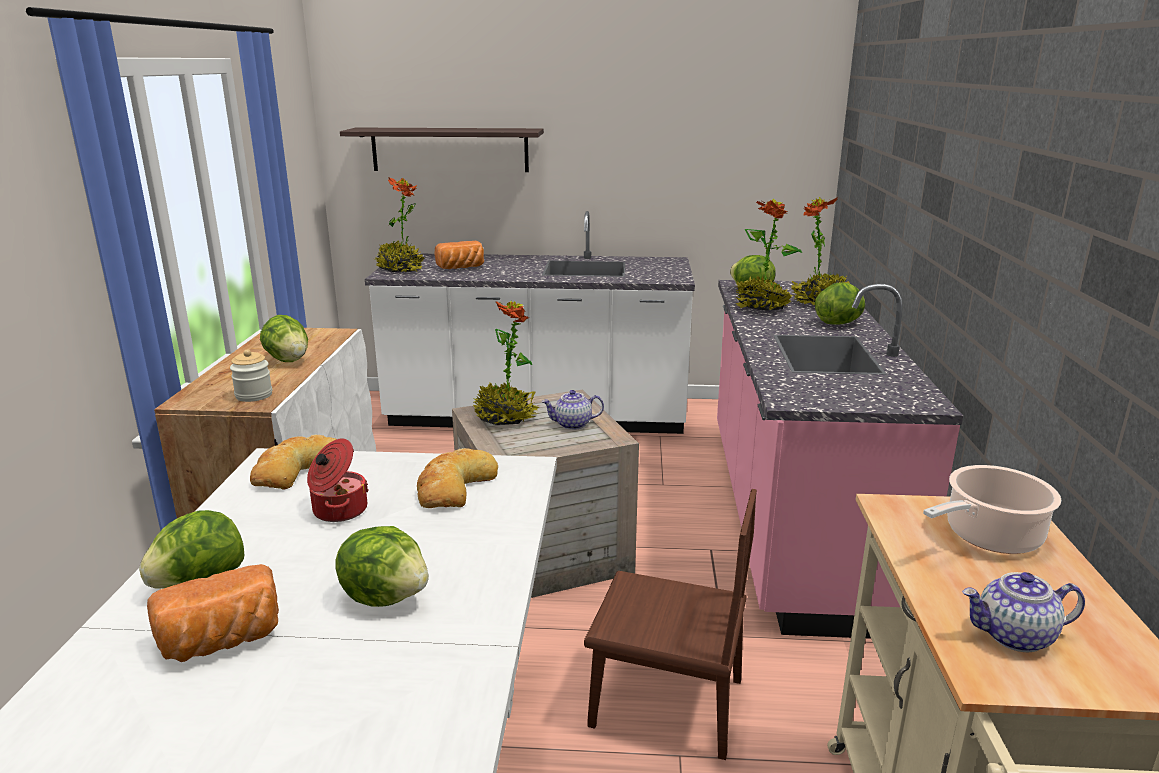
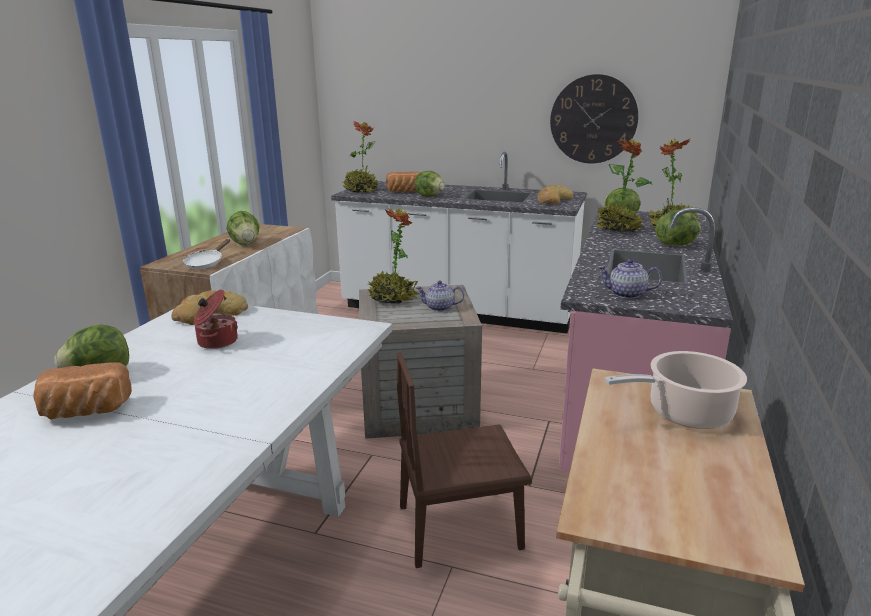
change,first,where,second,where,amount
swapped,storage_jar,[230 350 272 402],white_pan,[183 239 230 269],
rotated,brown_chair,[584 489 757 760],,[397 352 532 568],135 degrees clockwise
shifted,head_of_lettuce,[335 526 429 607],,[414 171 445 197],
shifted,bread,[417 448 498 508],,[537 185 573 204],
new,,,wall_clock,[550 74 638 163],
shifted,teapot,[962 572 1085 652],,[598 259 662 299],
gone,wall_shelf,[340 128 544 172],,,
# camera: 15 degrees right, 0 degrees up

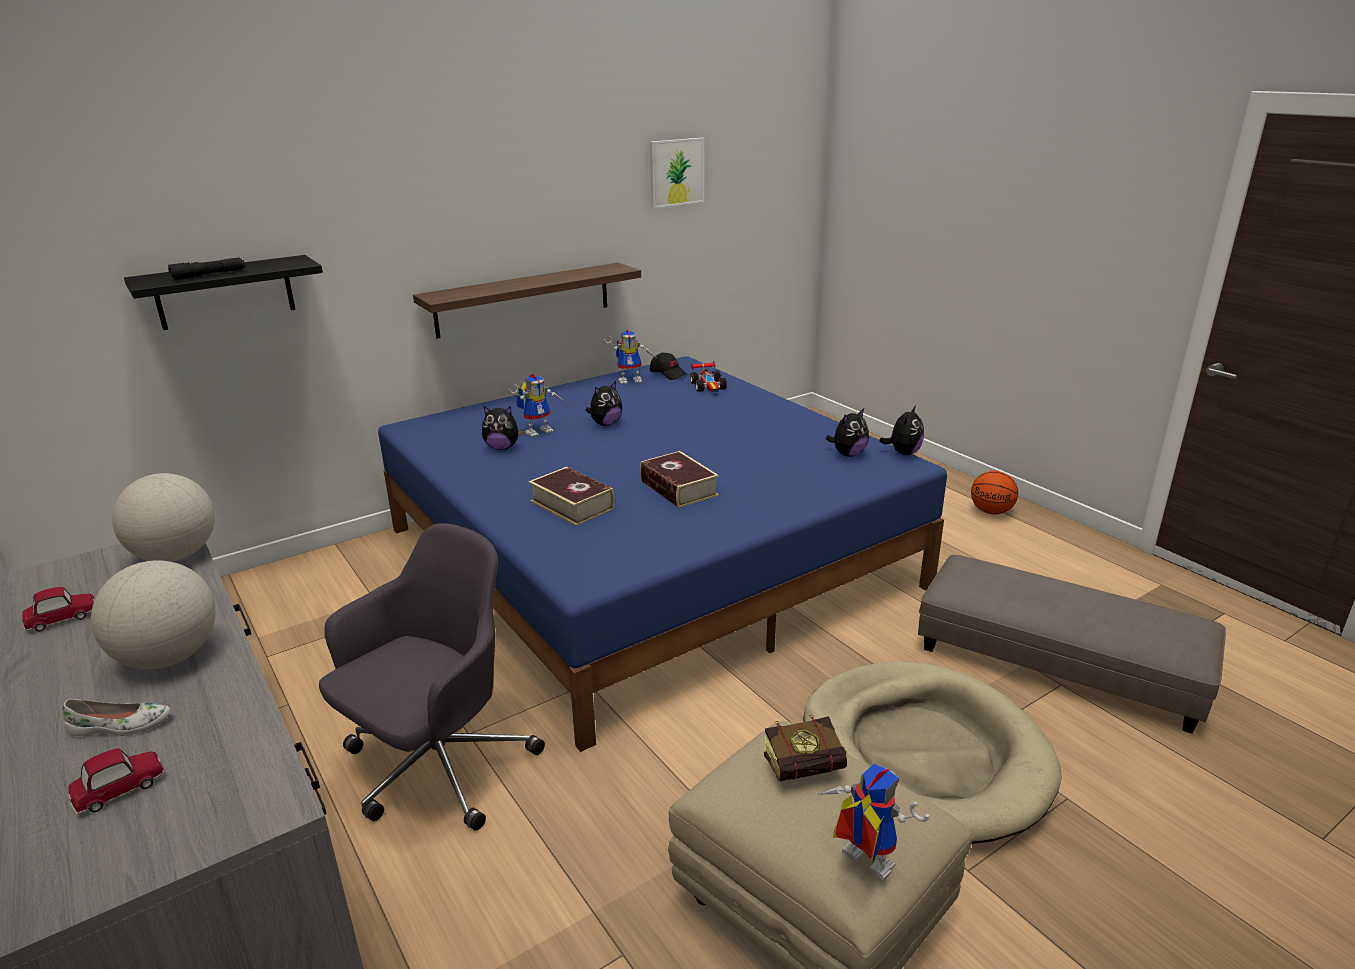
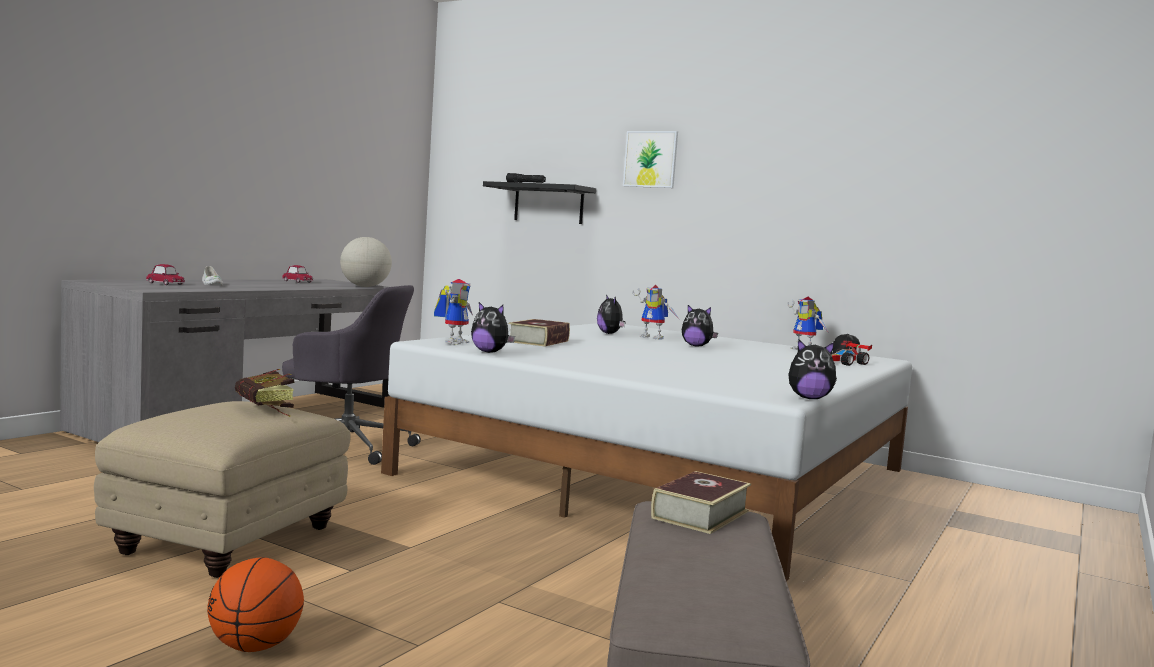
change,first,where,second,where,amount
shifted,basketball_ball,[971 471 1018 514],,[207 557 304 652],
repainted,bluish_bed,[378 356 947 752],white_bed,[381 323 912 582],
shifted,robot_figure,[817 764 929 880],,[434 279 473 345],
shifted,plush_toy,[826 408 869 457],,[471 302 515 353],
shifted,wall_picture,[650 138 704 208],,[623 131 678 188],
shifted,volume,[640 451 719 508],,[651 471 751 534],
gone,world_globe,[91 560 216 669],,,
gone,wall_shelf,[413 263 641 339],,,
gone,beige_pet_bed,[803 661 1062 844],,,
# camera: 65 degrees right, 20 degrees down

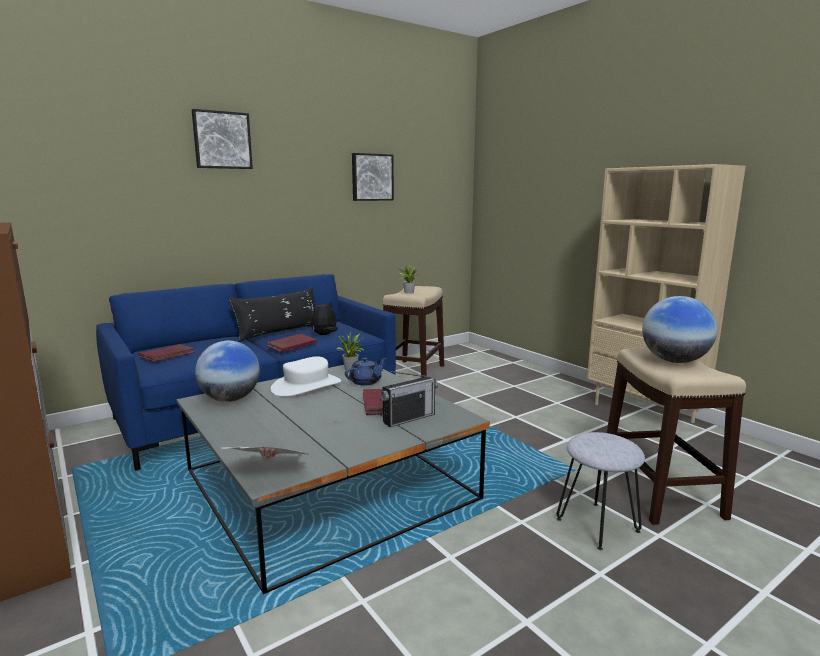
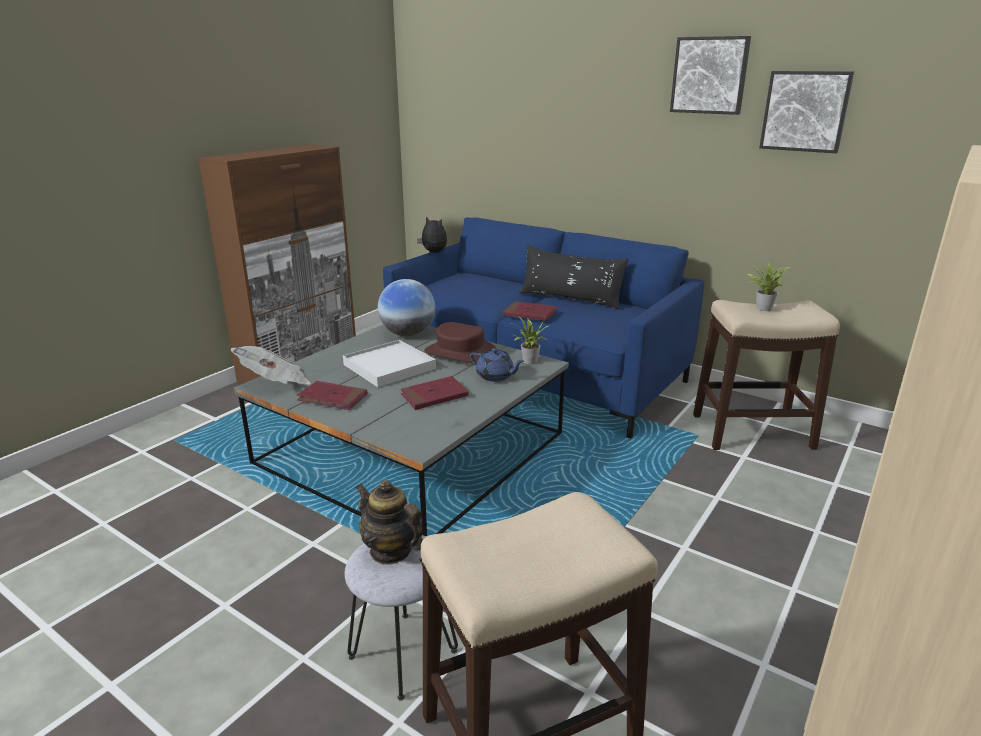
change,first,where,second,where,amount
shifted,reddish_volume,[138 344 195 362],,[297 381 367 410],
new,,,white_tray,[343 340 436 387],
new,,,teapot,[356 480 423 565],
shifted,plush_toy,[310 302 338 335],,[417 216 447 253],
repainted,white_wearable_hat,[271 356 341 397],brown_wearable_hat,[425 322 496 364],
shifted,wall_picture,[192 109 253 169],,[670 36 751 115],
gone,radio,[381 371 438 427],,,
gone,world_globe,[642 296 717 363],,,
# camera: 70 degrees right, 10 degrees up

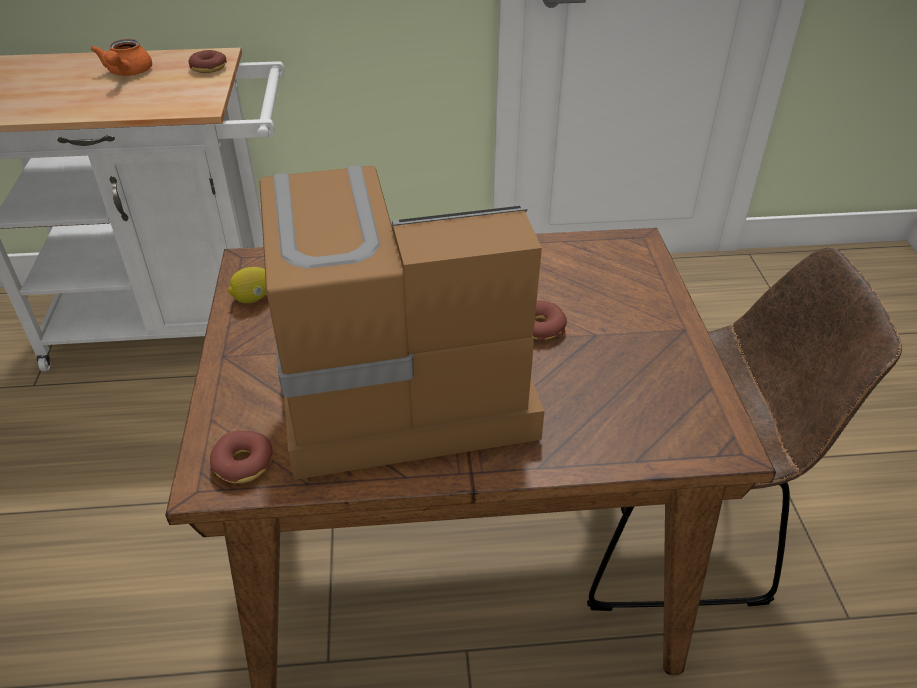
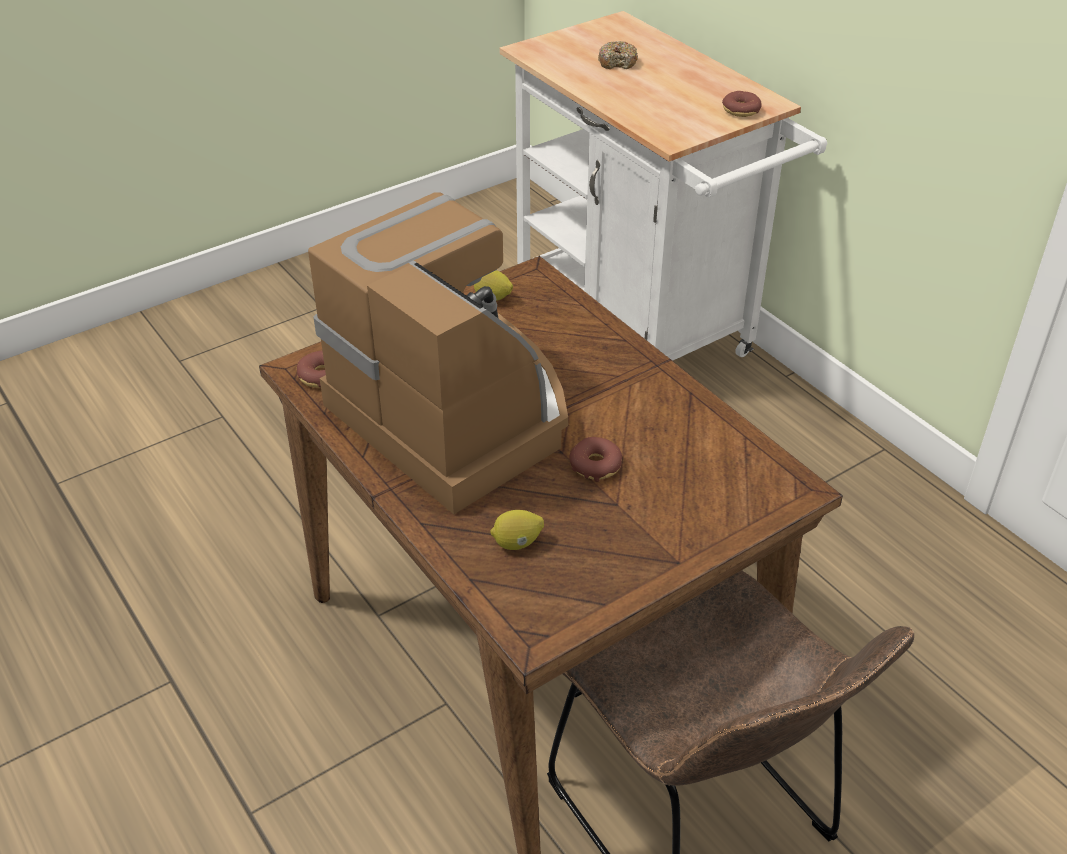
change,first,where,second,where,amount
new,,,lemon,[490 510 544 550],
new,,,doughnut,[598 41 638 69],
gone,orange_teapot,[91 39 152 76],,,
# camera: 60 degrees right, 0 degrees up

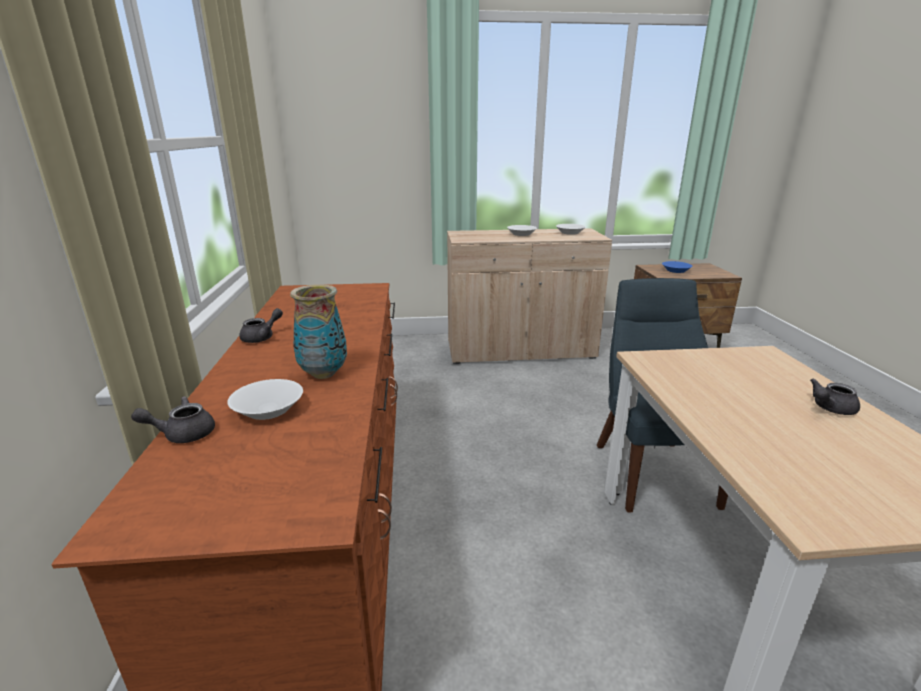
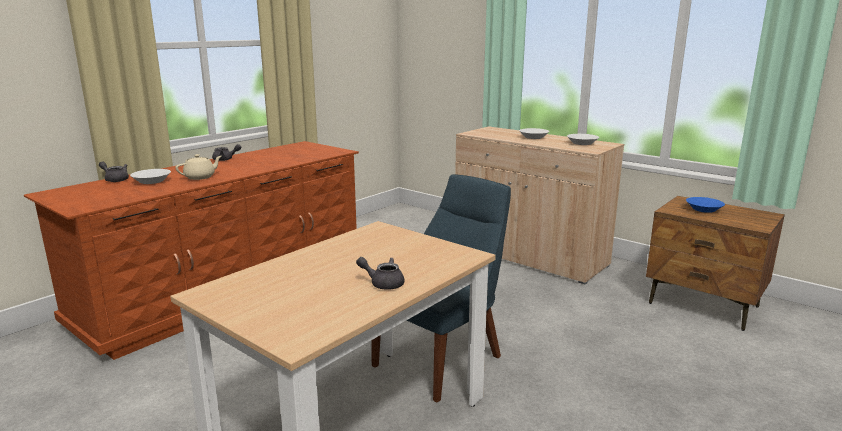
change,first,where,second,where,amount
swapped,vase,[290 284 347 379],beige_teapot,[175 154 221 180],
# camera: 45 degrees right, 5 degrees down

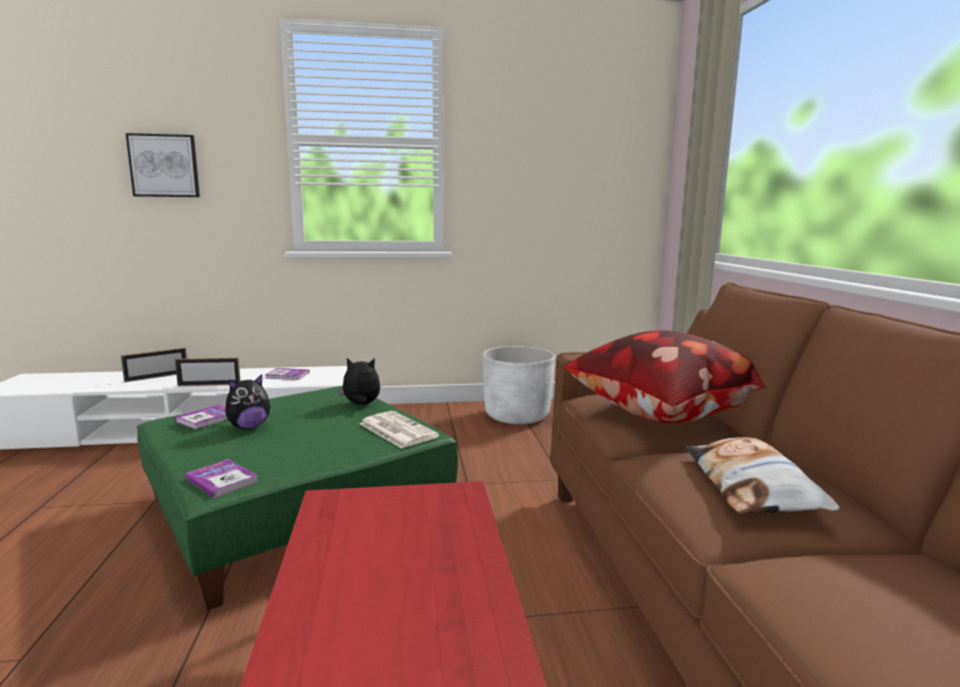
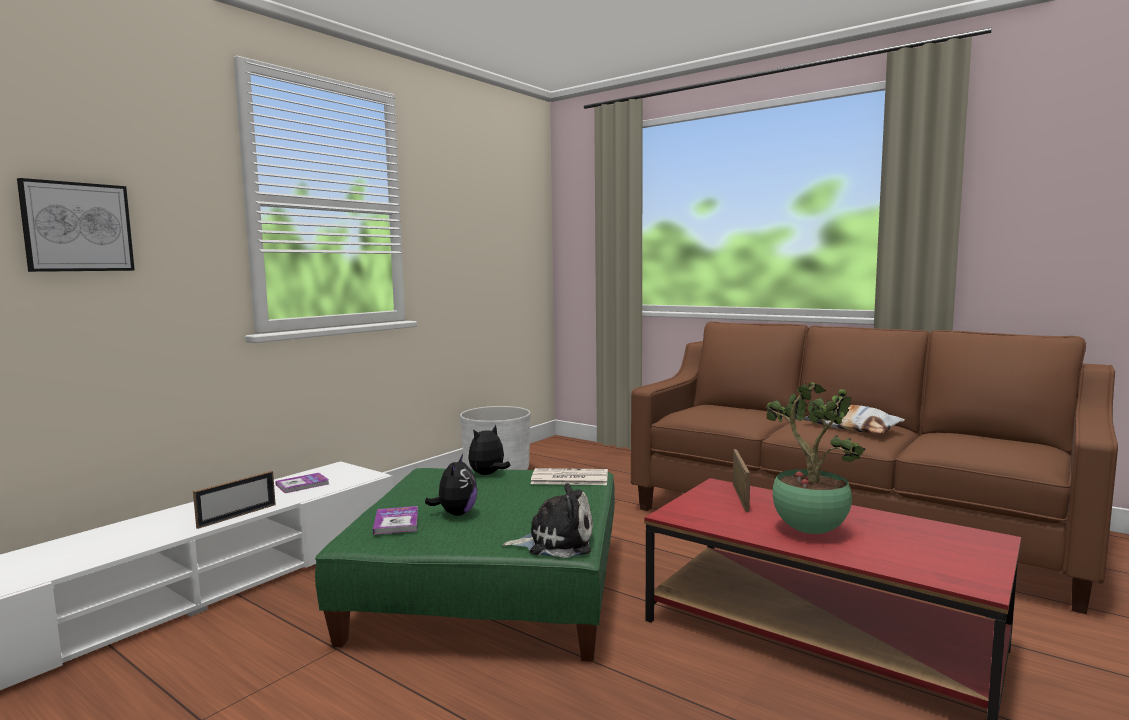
change,first,where,second,where,amount
swapped,volume,[185 459 258 498],plush_toy,[502 483 593 558],
shifted,photo_frame,[121 348 187 382],,[733 449 750 512],
new,,,potted_plant,[766 382 865 534],
gone,pillow,[565 330 767 423],,,
# camera: 45 degrees left, 5 degrees down

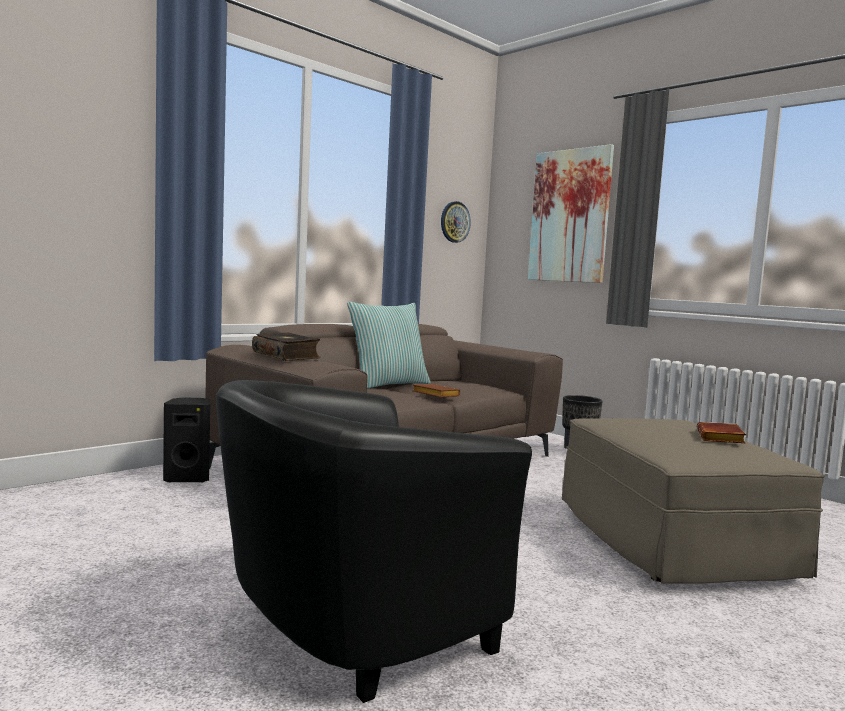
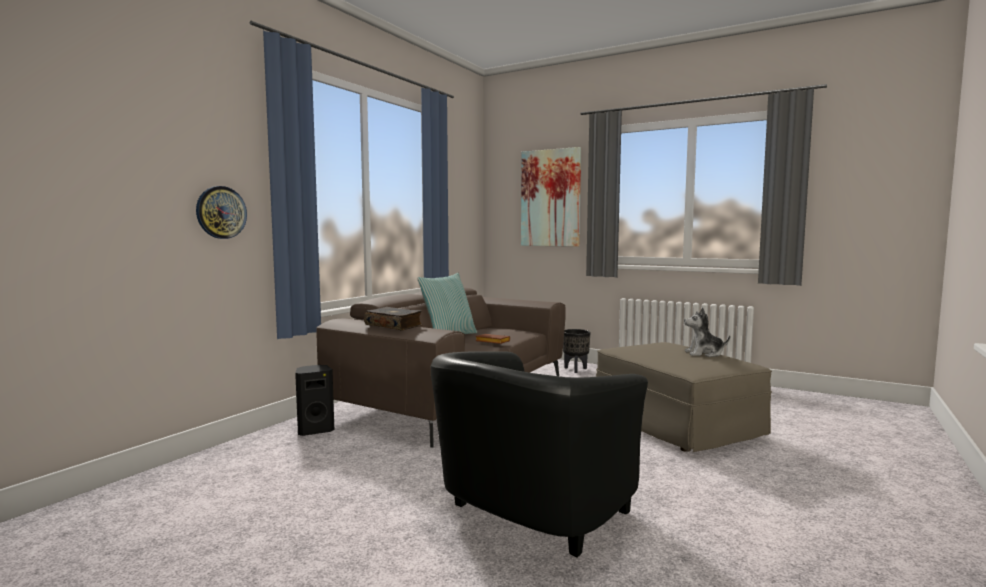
change,first,where,second,where,amount
shifted,wall_clock,[441 201 471 243],,[196 186 247 239],
swapped,brown_volume,[696 422 746 443],plush_toy,[684 308 730 357],
# camera: 15 degrees left, 0 degrees up

